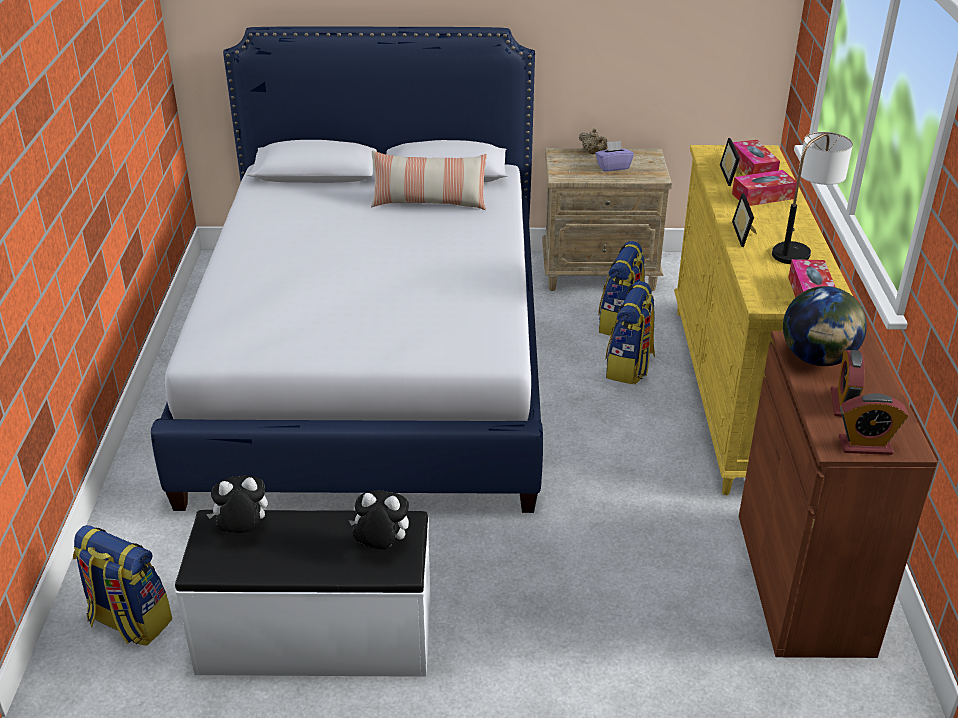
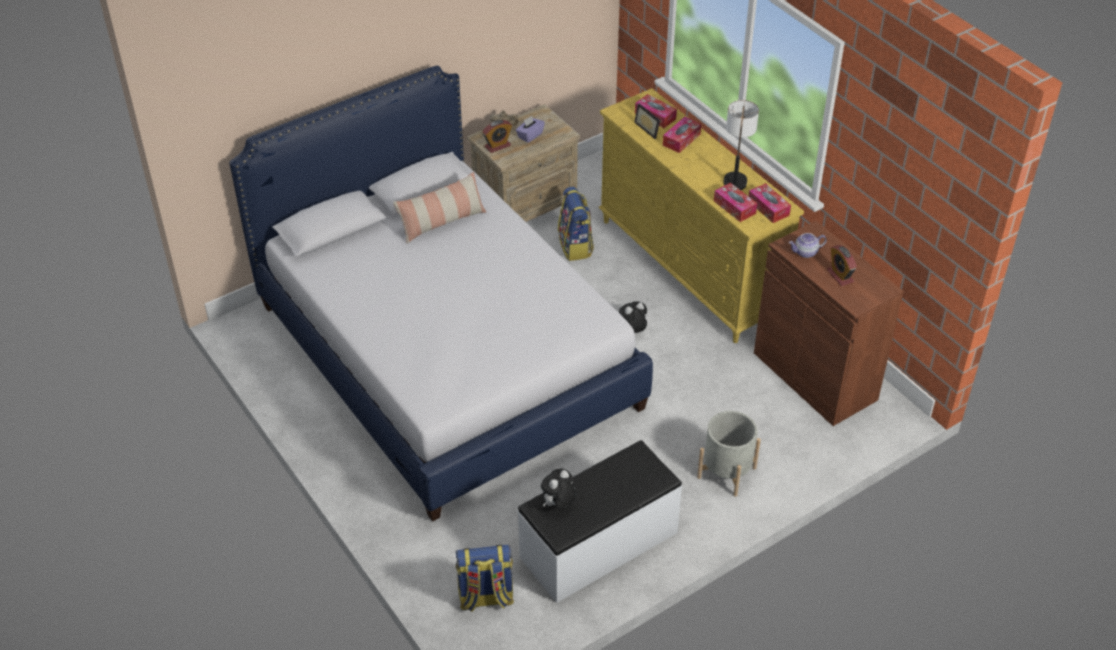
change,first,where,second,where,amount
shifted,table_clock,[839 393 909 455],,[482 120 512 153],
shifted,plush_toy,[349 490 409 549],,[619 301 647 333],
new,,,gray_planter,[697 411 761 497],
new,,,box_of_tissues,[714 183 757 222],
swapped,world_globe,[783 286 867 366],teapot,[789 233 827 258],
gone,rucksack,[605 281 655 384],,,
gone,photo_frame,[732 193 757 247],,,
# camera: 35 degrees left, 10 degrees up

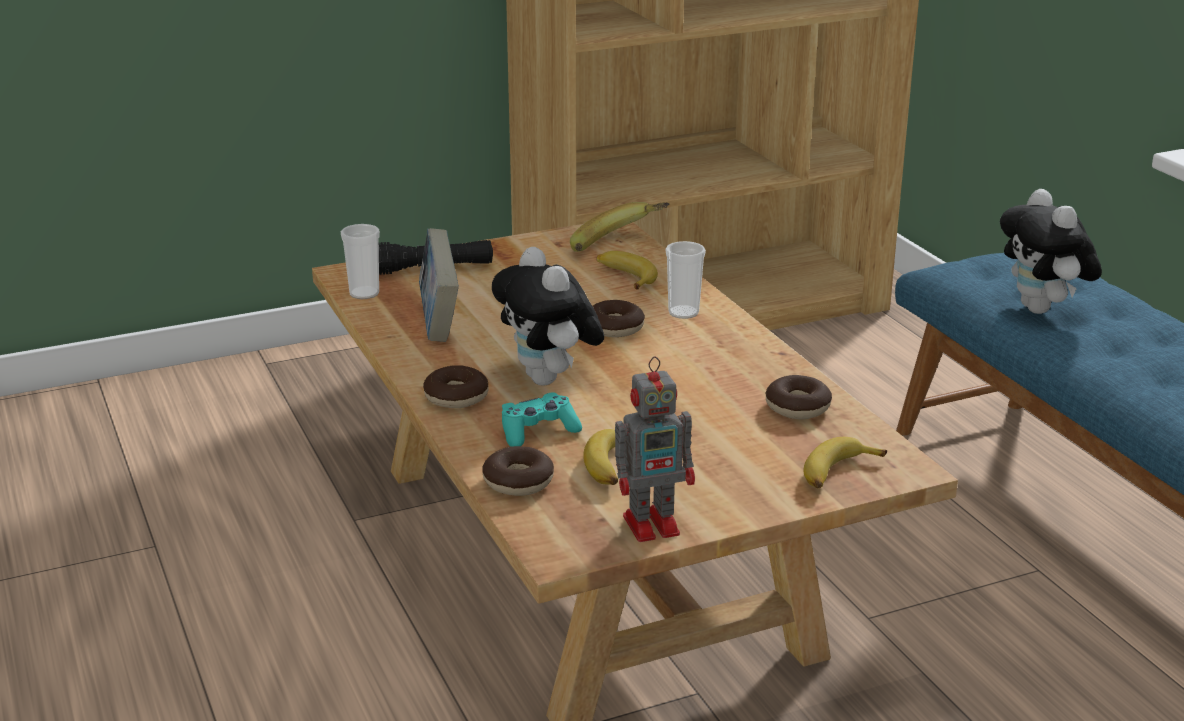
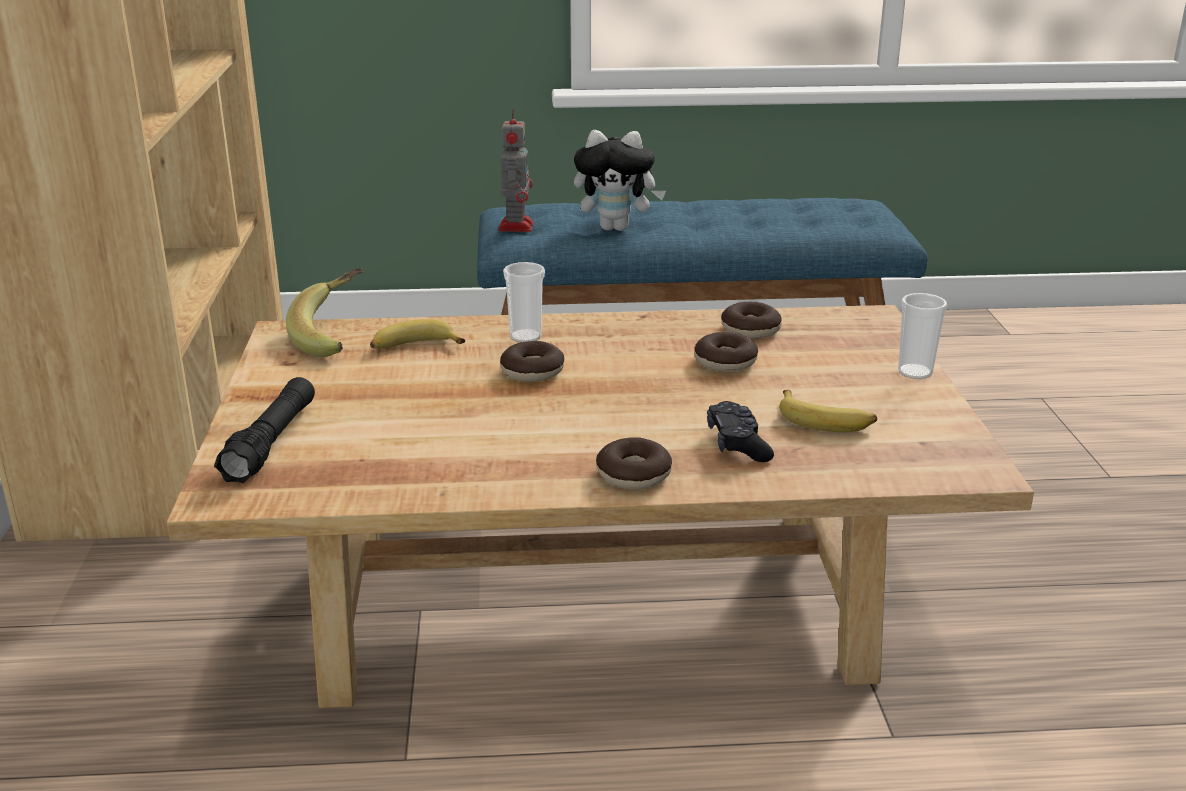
change,first,where,second,where,amount
shifted,robot_figure,[615 356 695 542],,[498 108 534 232],
shifted,doughnut,[482 446 554 496],,[694 332 758 372],
repainted,blue-green_joypad,[502 392 582 447],black_joypad,[707 401 774 462],
shifted,drinking_cup,[341 224 380 299],,[898 293 947 379],
gone,volume,[419 228 459 342],,,
gone,plush_toy,[492 247 604 386],,,
gone,banana_fruit,[803 437 887 488],,,
# camera: 70 degrees left, 0 degrees up

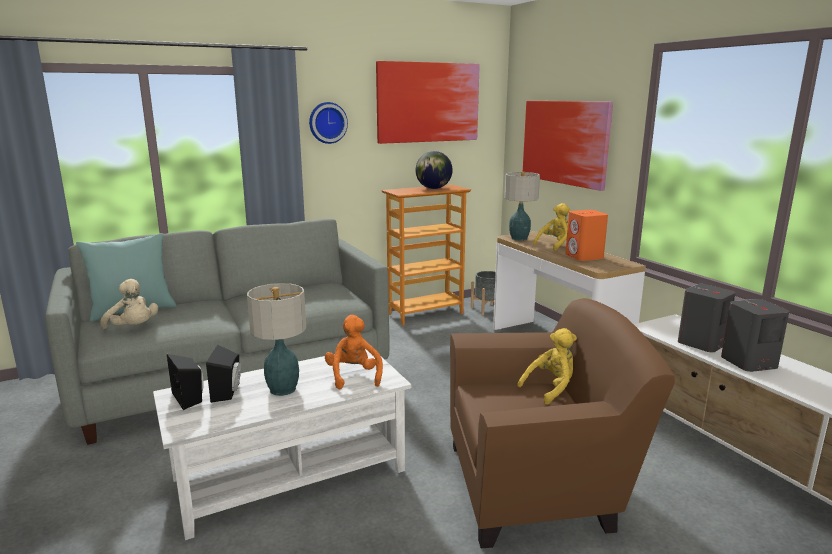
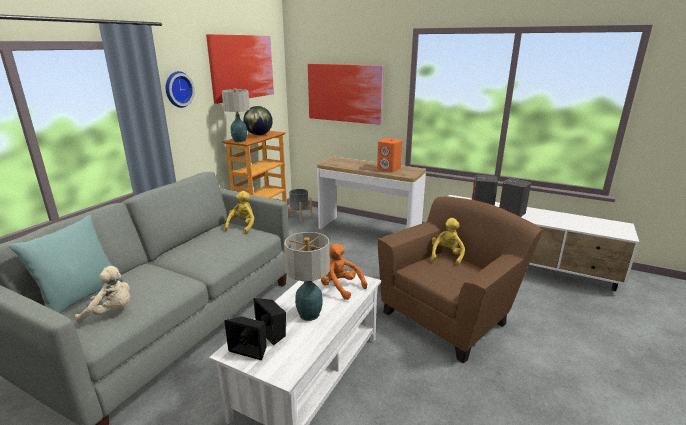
change,first,where,second,where,amount
shifted,lamp_for_a_table,[504 171 540 241],,[222 89 250 143],
shifted,yellow_plush_toy,[533 203 570 251],,[224 191 255 234],
# camera: 35 degrees left, 5 degrees up

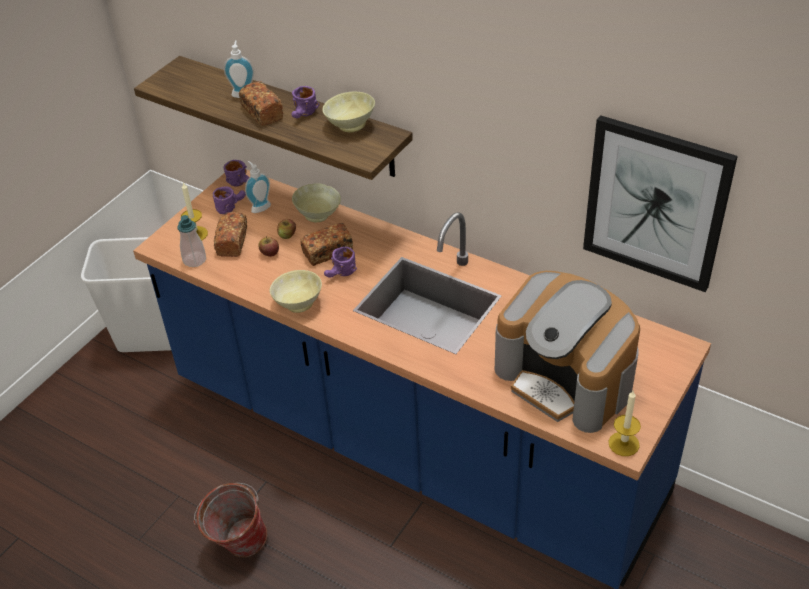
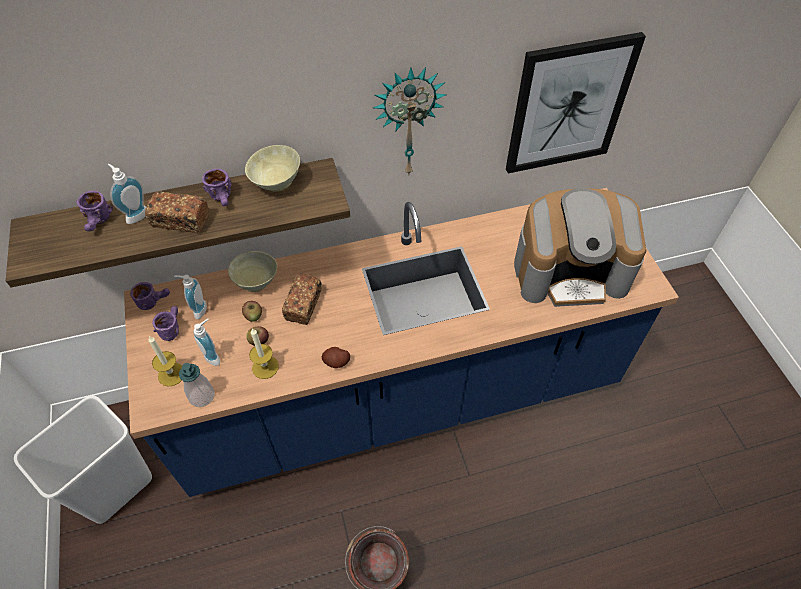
change,first,where,second,where,amount
shifted,purplish_coffee_mug,[324 246 357 278],,[76 191 113 231],
swapped,bread,[214 212 247 257],soap_bottle,[193 319 220 366],
shifted,candle,[609 391 641 456],,[249 328 279 379],
swapped,beige_bowl,[270 270 322 313],potato,[322 347 350 368],
new,,,wall_clock,[373 67 447 174],
# camera: 50 degrees left, 10 degrees up

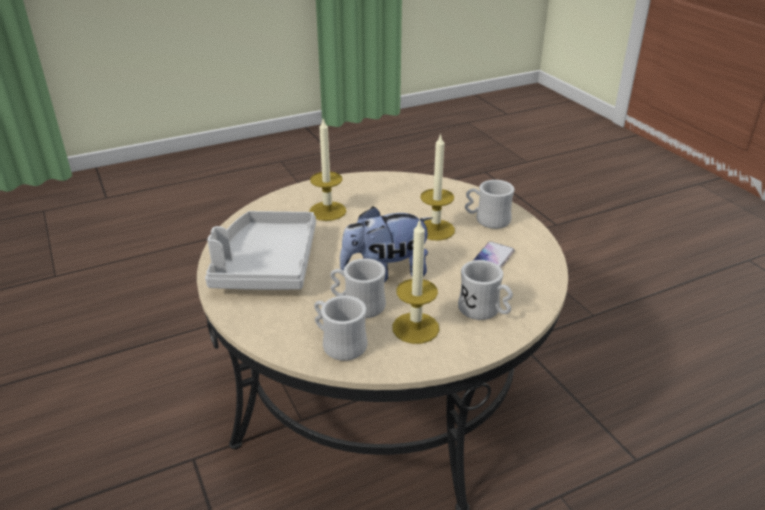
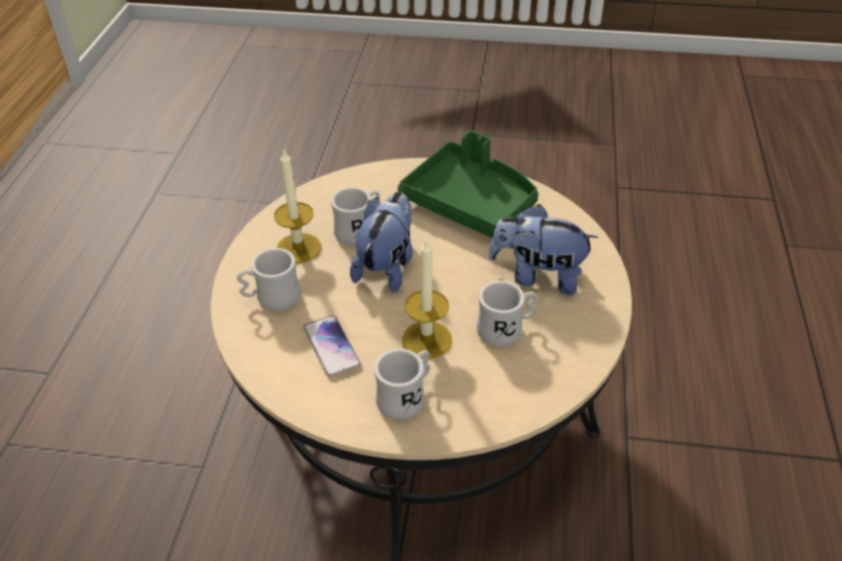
change,first,where,second,where,amount
repainted,gray_tray,[205 211 316 290],green_tray,[398 130 538 238],
shifted,white_coffee_mug,[314 296 367 361],,[477 281 537 346],
swapped,candle,[309 119 346 221],plush_toy,[489 204 598 295],
# camera: 125 degrees right, 10 degrees up

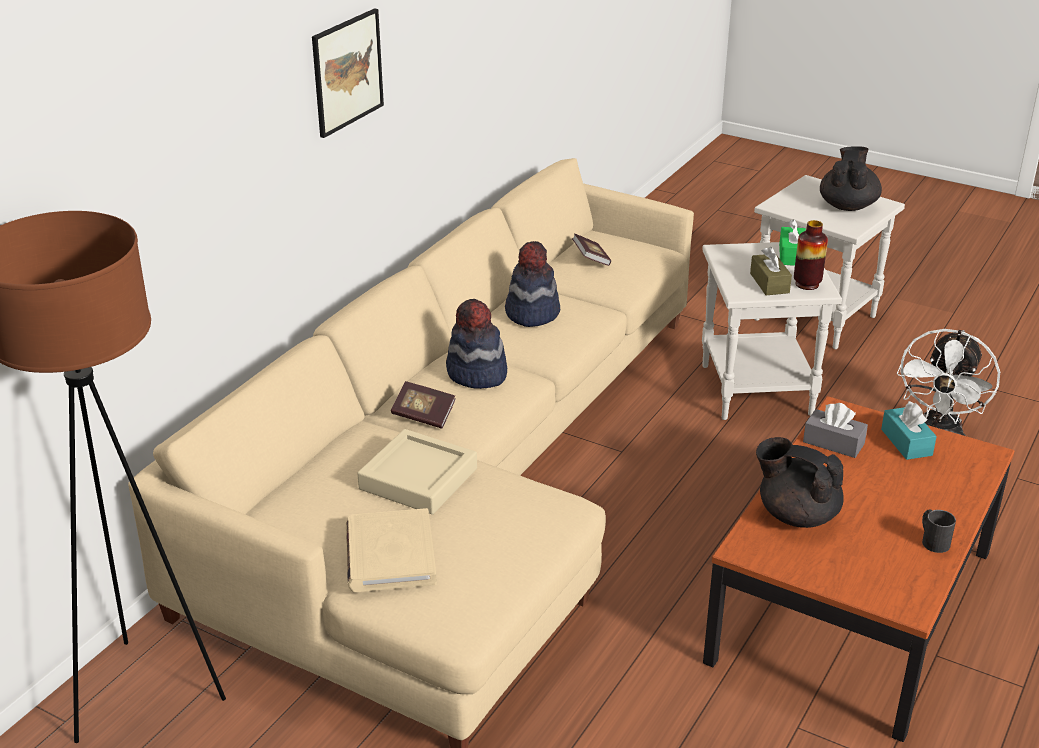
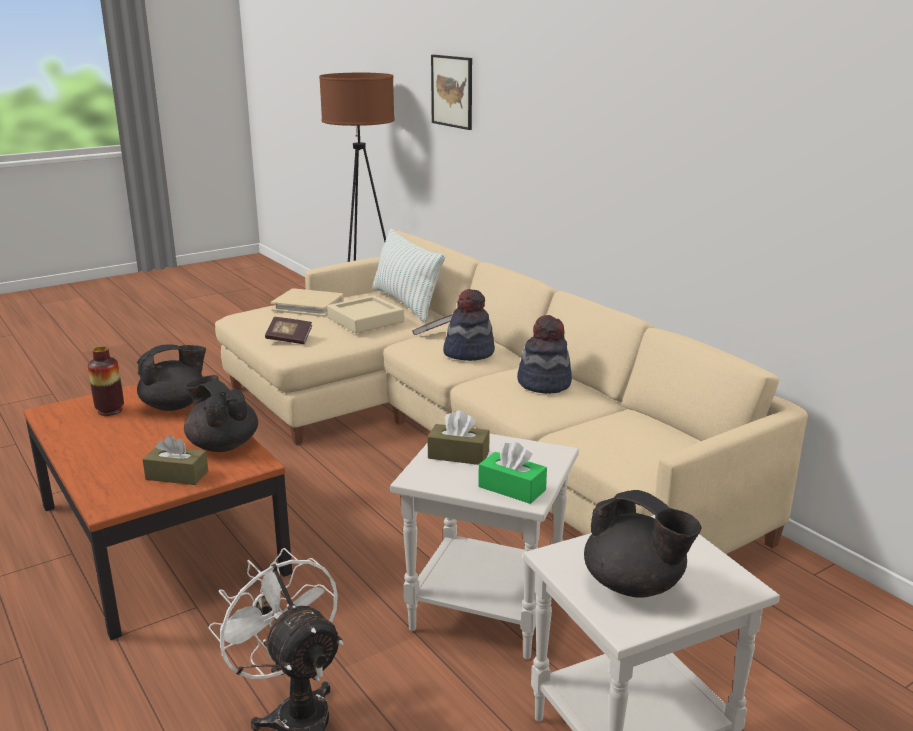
change,first,where,second,where,amount
shifted,vase,[794 220 828 290],,[88 346 124 416],
repainted,blue-green_box_of_tissues,[881 401 937 460],brown_box_of_tissues,[142 435 208 485],
swapped,gray_box_of_tissues,[803 403 868 458],black_teapot,[184 375 258 452],
shifted,volume,[572 234 611 266],,[265 317 312 344],
new,,,pillow,[372 228 445 322],
shifted,wall_picture,[312 8 384 138],,[431 55 472 130],
gone,black_coffee_mug,[922 509 956 553],,,
# camera: 115 degrees right, 10 degrees down

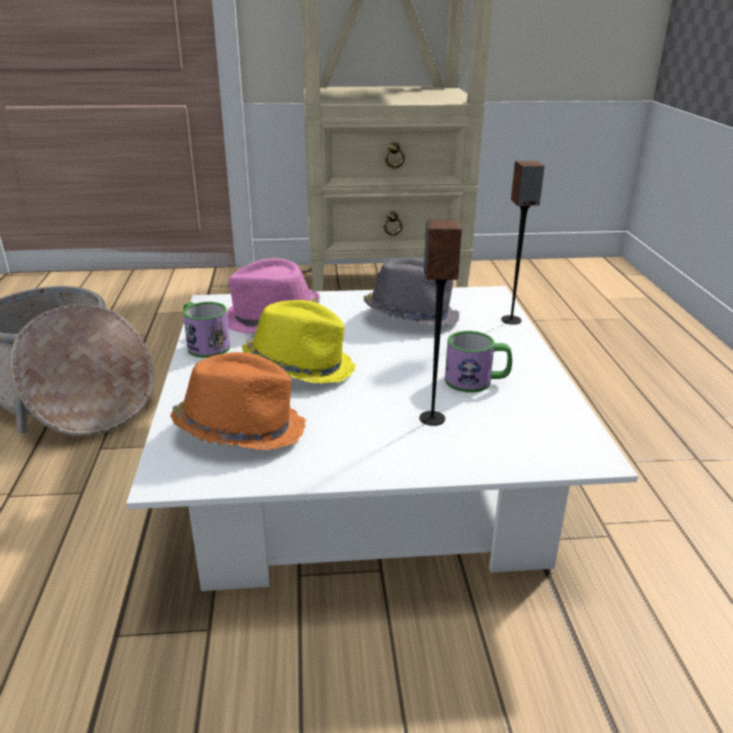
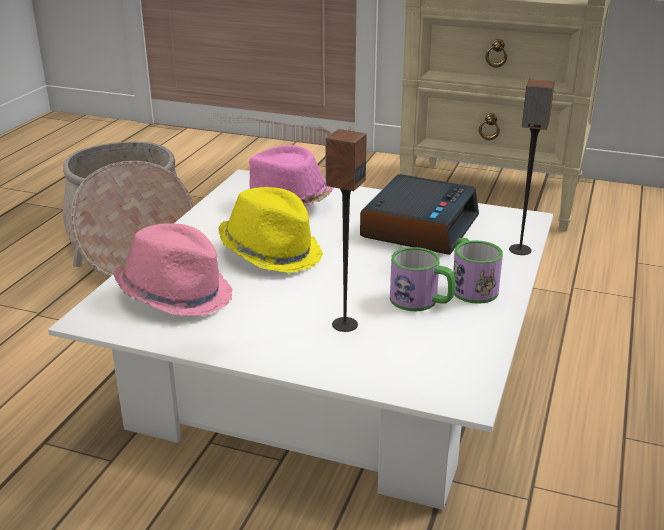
change,first,where,second,where,amount
repainted,orange_wearable_hat,[170 352 306 450],pink_wearable_hat,[113 224 233 316],
swapped,gray_wearable_hat,[363 258 460 326],table_clock,[360 174 479 255],
shifted,coffee_mug,[183 302 230 358],,[453 238 503 304],
# camera: 25 degrees right, 0 degrees up

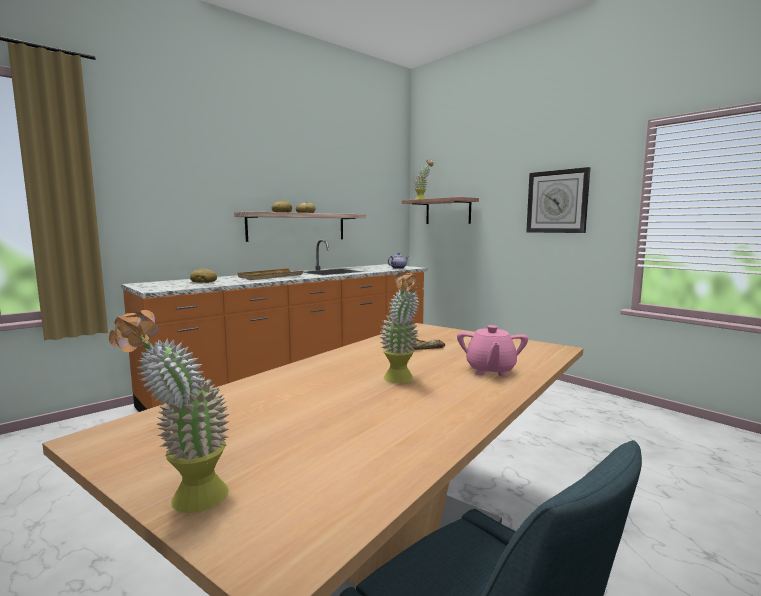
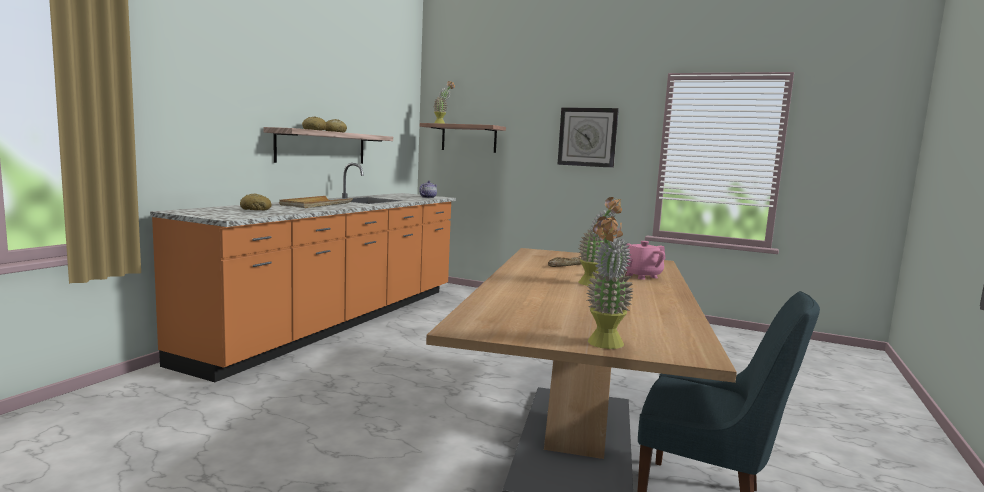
change,first,where,second,where,amount
rotated,pink_teapot,[457 325 528 376],,[625 241 666 280],75 degrees clockwise
# camera: 25 degrees left, 0 degrees up

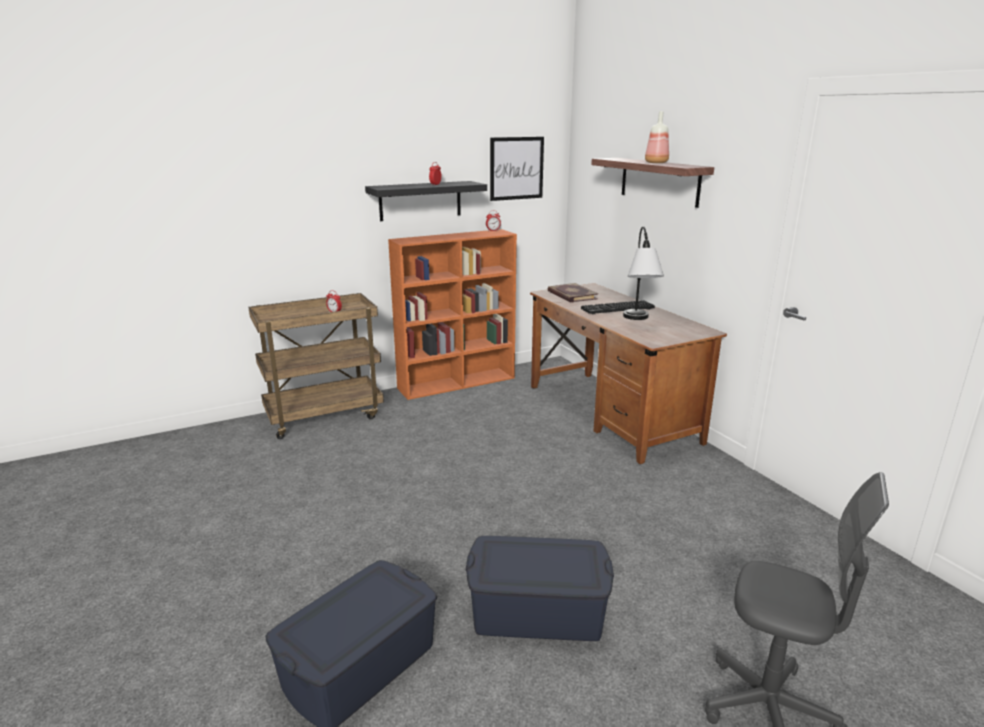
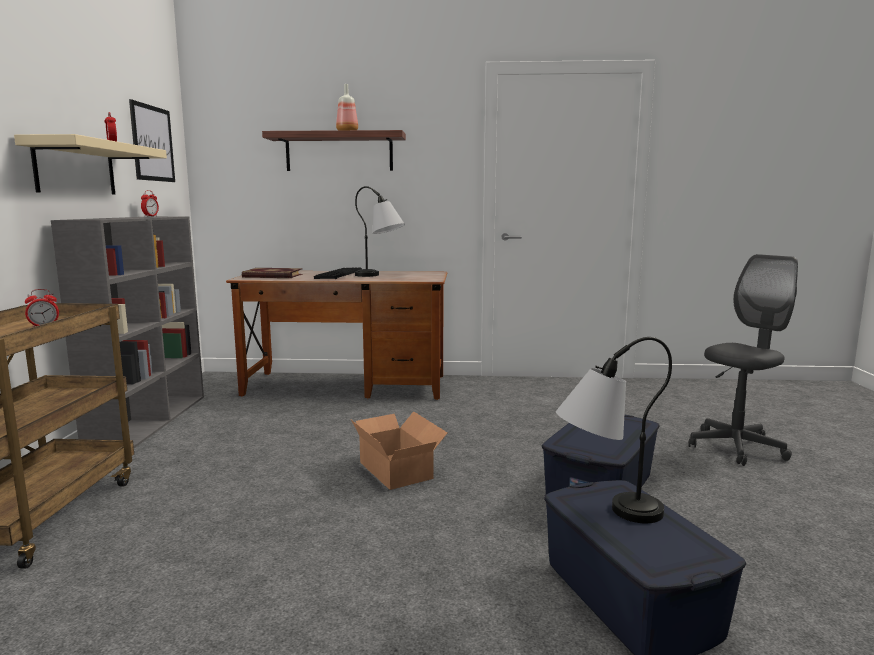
change,first,where,second,where,amount
repainted,black_wall_shelf,[365 181 487 221],beige_wall_shelf,[14 134 167 194],
repainted,orange_bookshelf,[388 229 517 400],gray_bookshelf,[51 216 204 448],
new,,,cardboard_box,[351 411 448 490],
new,,,lamp_for_a_table,[556 337 672 523],
# camera: 60 degrees left, 10 degrees down

